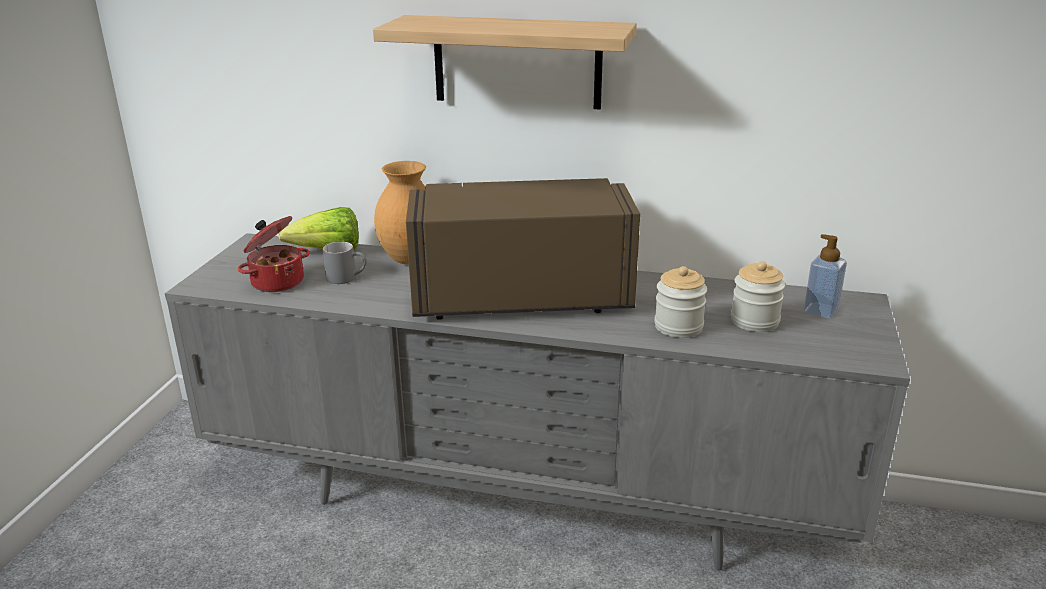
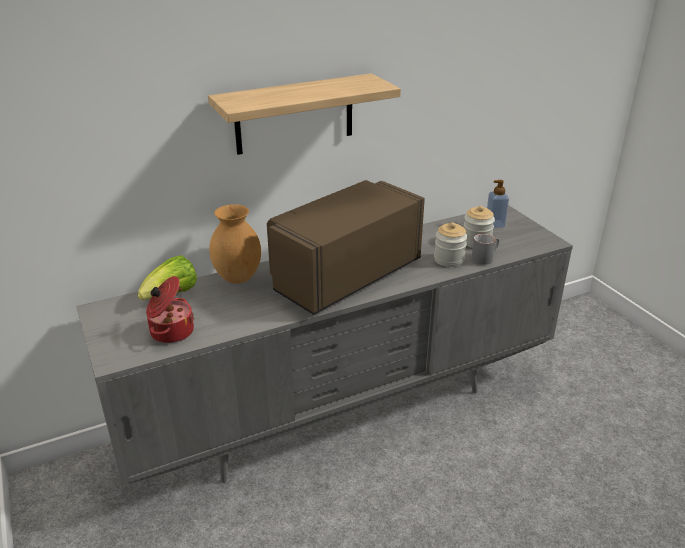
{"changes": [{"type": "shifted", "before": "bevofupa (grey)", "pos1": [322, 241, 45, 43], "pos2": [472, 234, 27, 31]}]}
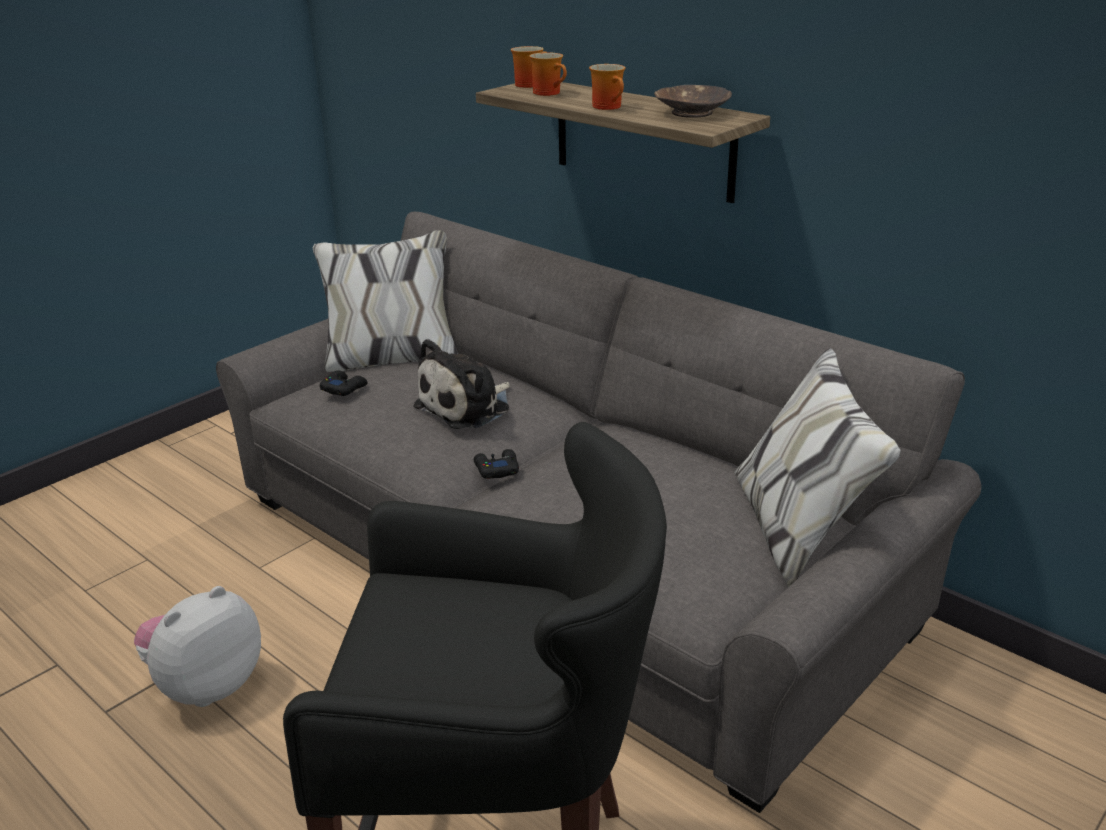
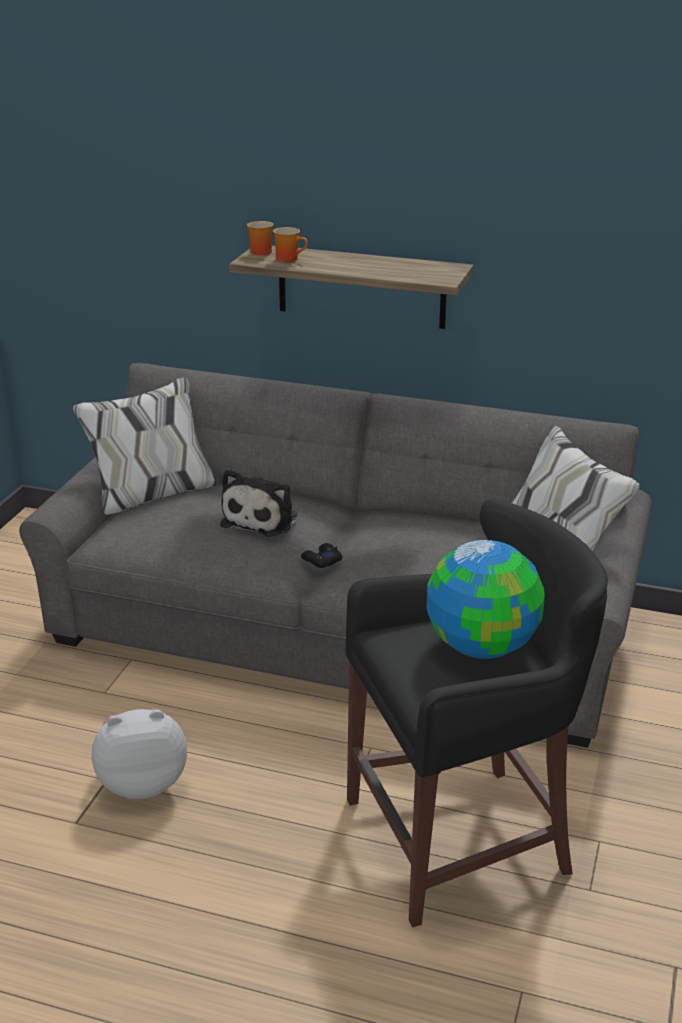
{"changes": [{"type": "rotated", "before": "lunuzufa", "pos1": [134, 586, 127, 121], "pos2": [92, 708, 95, 91], "turn": 60}, {"type": "gone", "before": "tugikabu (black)", "pos1": [320, 370, 48, 26]}, {"type": "gone", "before": "bevofupa", "pos1": [589, 64, 36, 46]}, {"type": "gone", "before": "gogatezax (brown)", "pos1": [654, 85, 78, 33]}, {"type": "new", "after": "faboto", "pos2": [427, 540, 118, 119]}]}
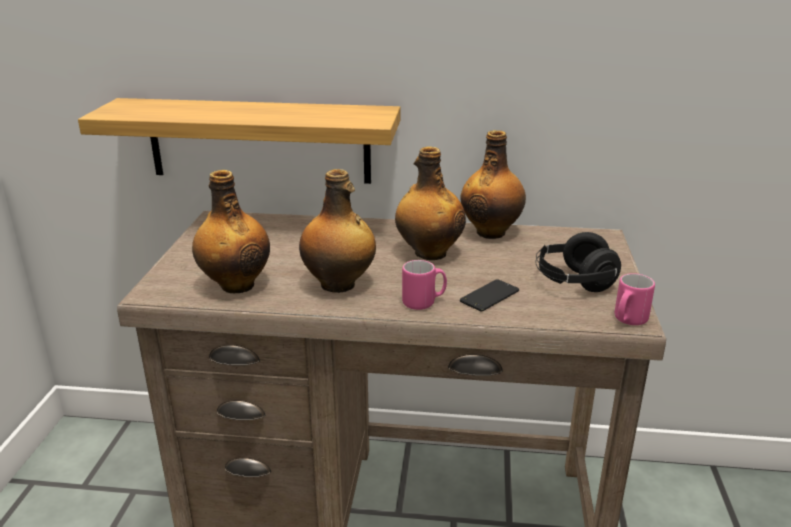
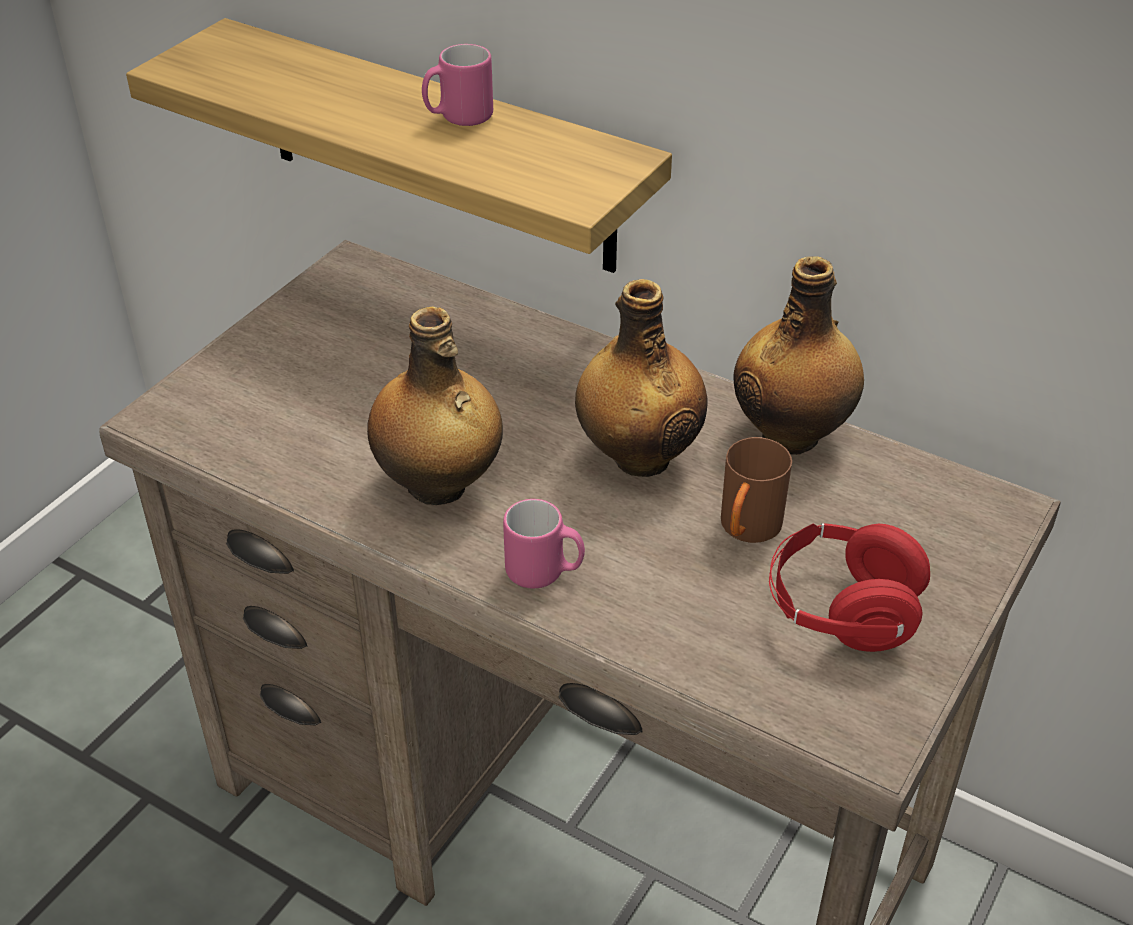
{"changes": [{"type": "gone", "before": "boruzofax", "pos1": [192, 170, 78, 123]}, {"type": "gone", "before": "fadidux", "pos1": [460, 279, 59, 33]}, {"type": "repainted", "before": "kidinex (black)", "after": "kidinex (red)", "pos1": [535, 232, 86, 60], "pos2": [769, 523, 161, 129]}, {"type": "shifted", "before": "bevofupa (pink)", "pos1": [614, 273, 41, 52], "pos2": [422, 44, 71, 82]}, {"type": "new", "after": "bevofupa (brown)", "pos2": [721, 437, 71, 106]}]}
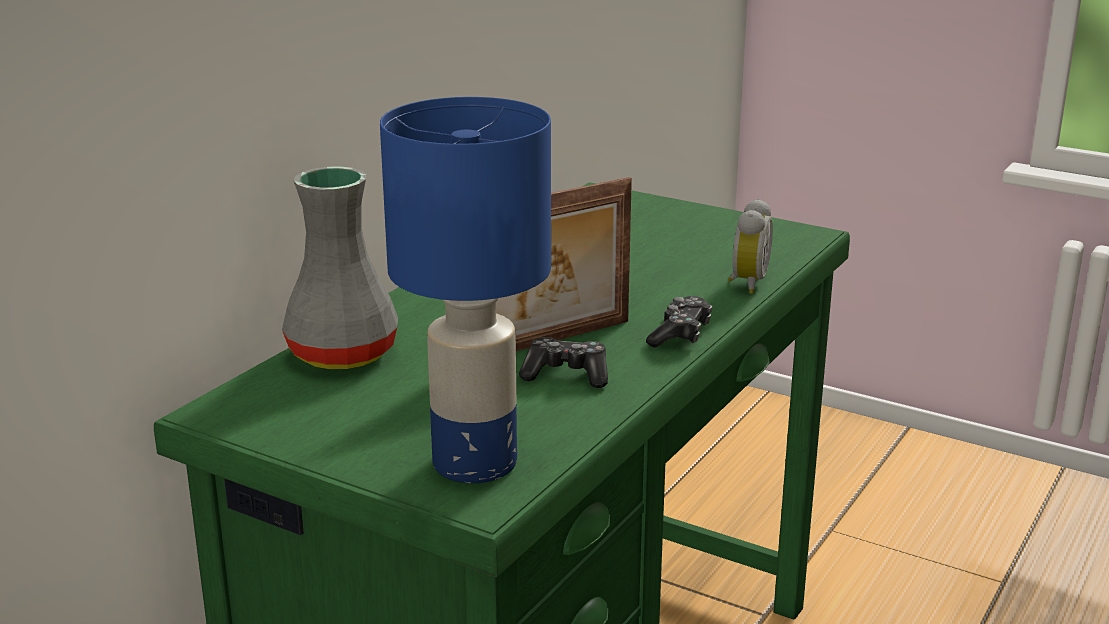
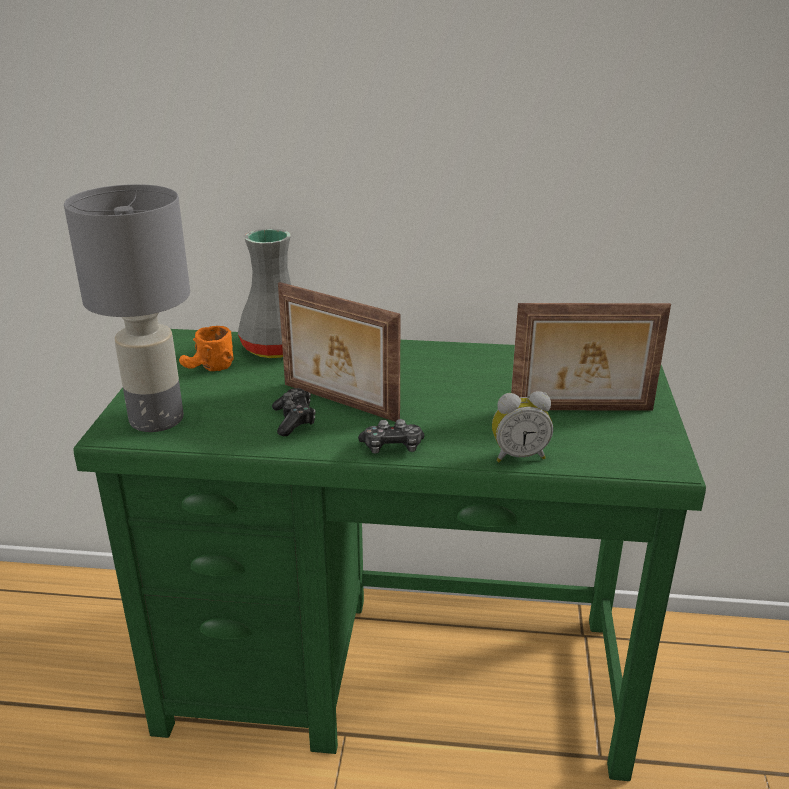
{"changes": [{"type": "repainted", "before": "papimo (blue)", "after": "papimo (grey)", "pos1": [380, 97, 171, 386], "pos2": [64, 184, 126, 248]}, {"type": "new", "after": "bevofupa (orange)", "pos2": [179, 326, 55, 45]}, {"type": "new", "after": "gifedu", "pos2": [511, 303, 160, 108]}]}
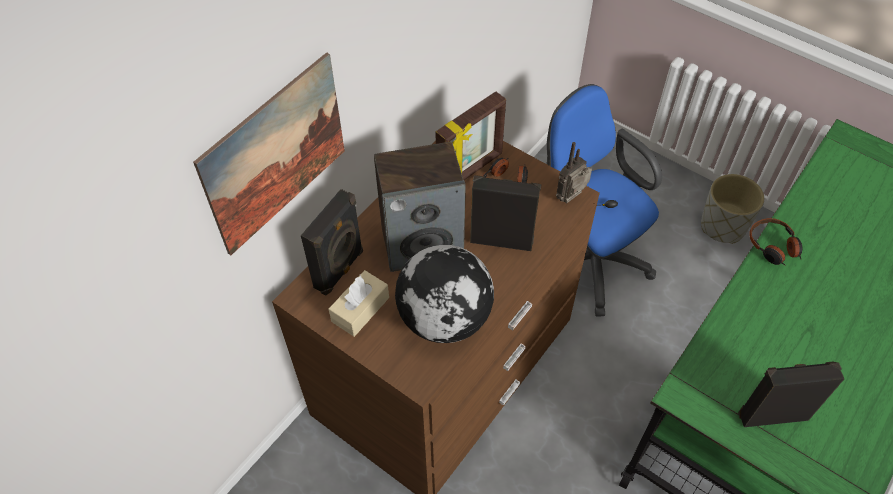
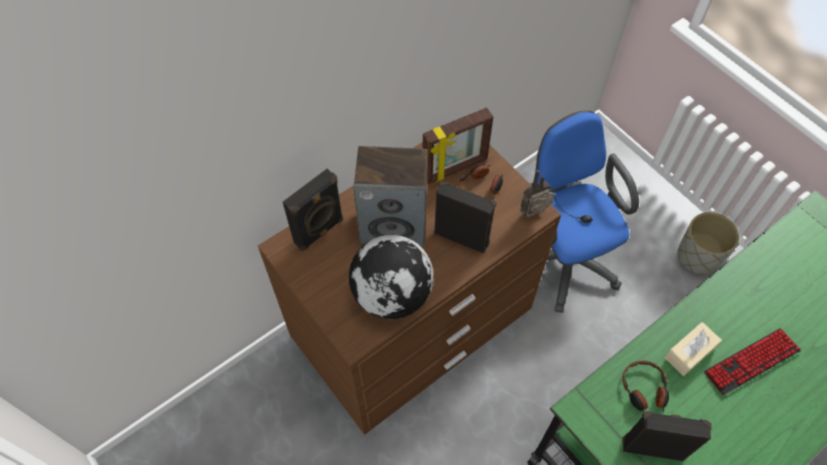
{"changes": [{"type": "gone", "before": "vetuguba", "pos1": [193, 52, 152, 203]}, {"type": "shifted", "before": "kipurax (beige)", "pos1": [329, 270, 60, 67], "pos2": [664, 322, 58, 54]}, {"type": "shifted", "before": "kidinex", "pos1": [749, 218, 53, 48], "pos2": [622, 361, 47, 52]}, {"type": "new", "after": "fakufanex", "pos2": [704, 328, 97, 67]}]}
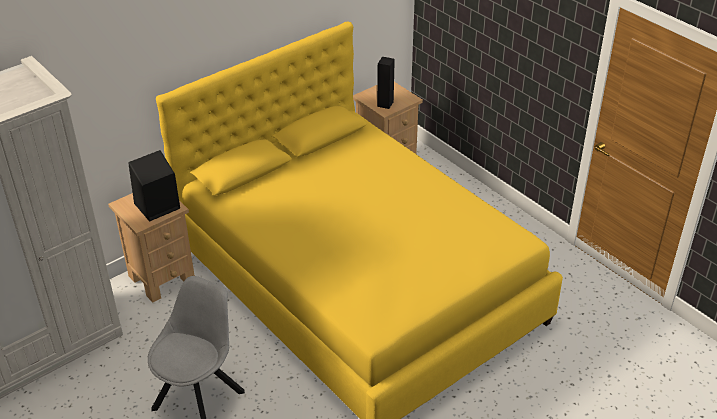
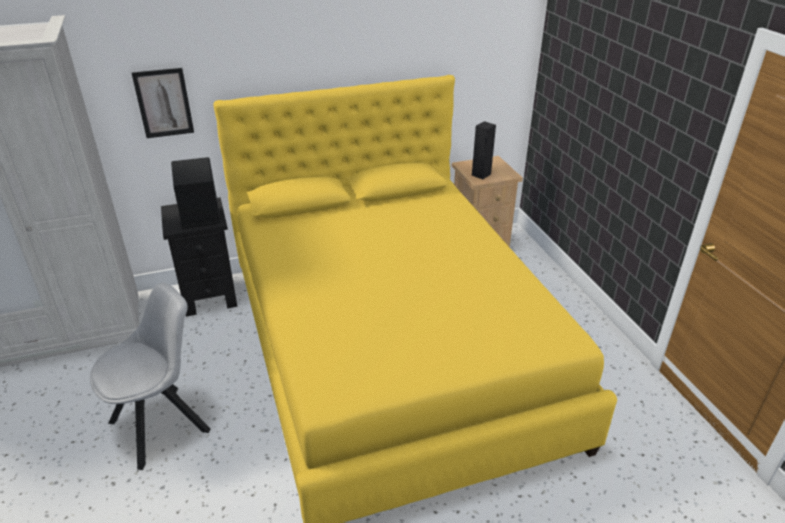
{"changes": [{"type": "repainted", "before": "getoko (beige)", "after": "getoko (black)", "pos1": [108, 193, 87, 110], "pos2": [161, 197, 77, 120]}, {"type": "new", "after": "vetuguba", "pos2": [132, 68, 62, 70]}]}
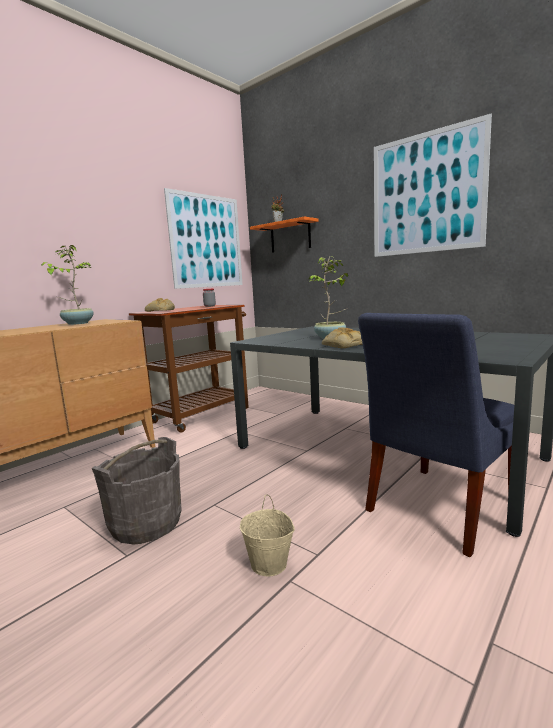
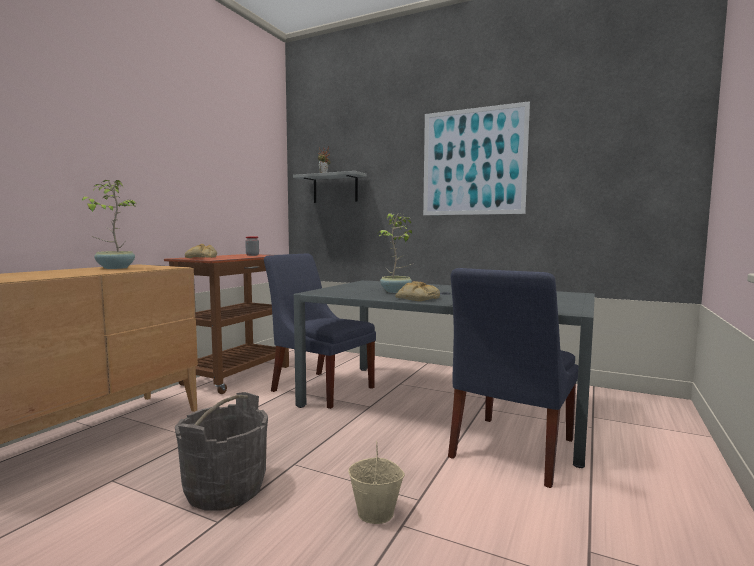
{"changes": [{"type": "gone", "before": "vetuguba", "pos1": [164, 188, 79, 101]}, {"type": "repainted", "before": "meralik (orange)", "after": "meralik (grey)", "pos1": [250, 217, 68, 36], "pos2": [293, 171, 74, 32]}, {"type": "new", "after": "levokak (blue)", "pos2": [264, 253, 112, 156]}]}
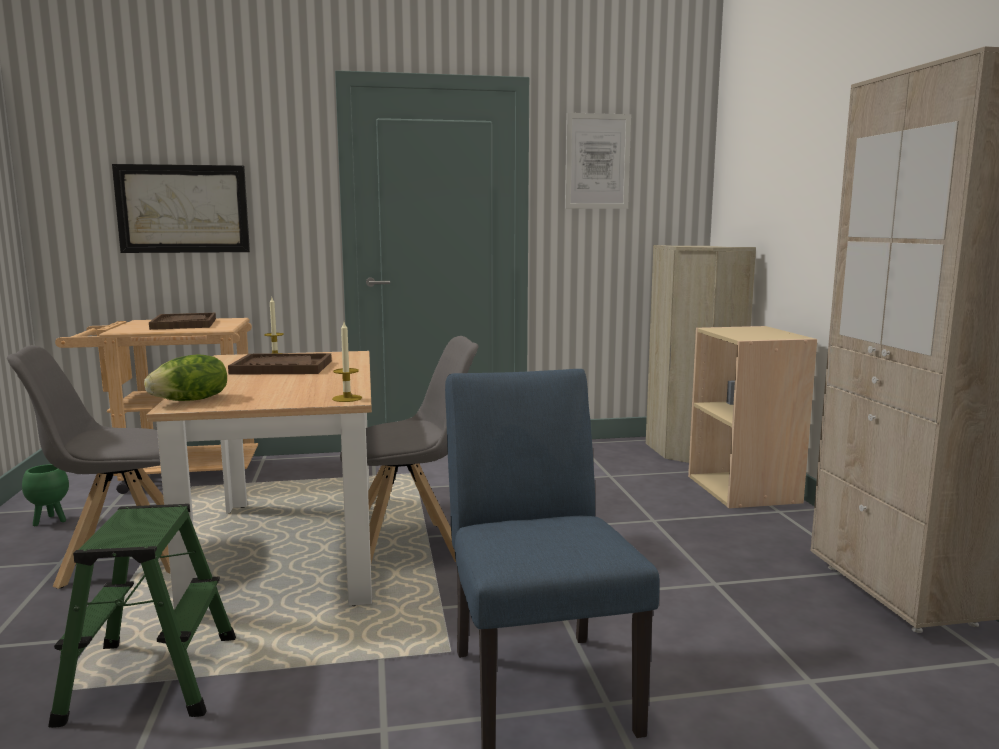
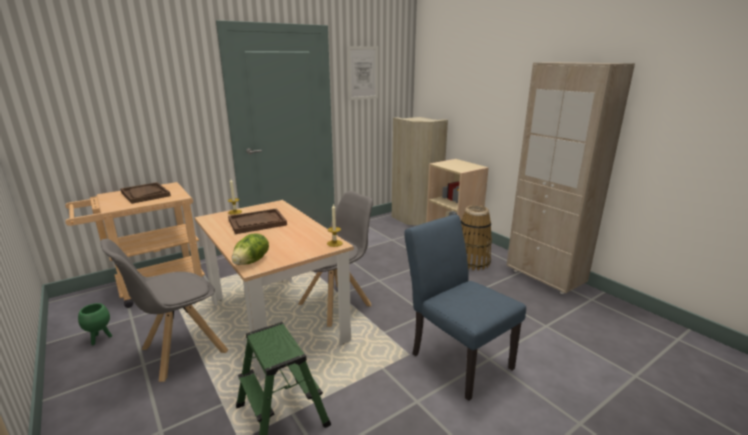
{"changes": [{"type": "gone", "before": "vetuguba", "pos1": [112, 164, 138, 89]}, {"type": "new", "after": "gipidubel", "pos2": [461, 205, 31, 66]}]}
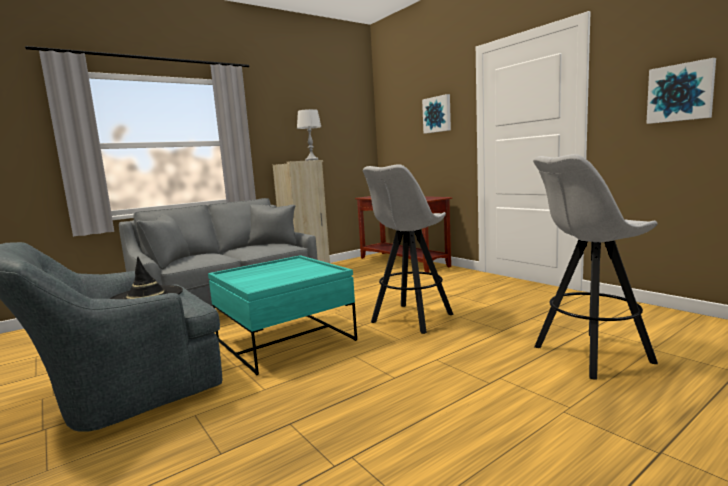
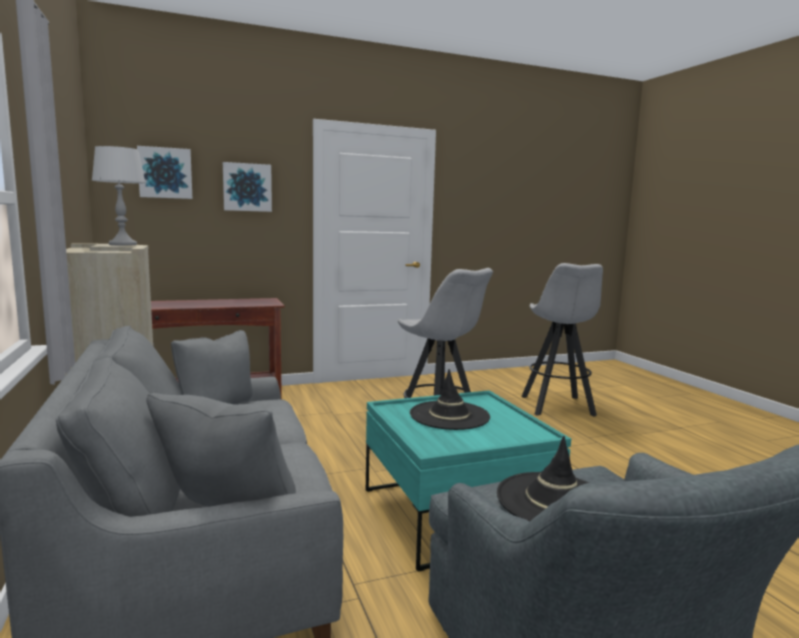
{"changes": [{"type": "shifted", "before": "vetuguba", "pos1": [646, 58, 70, 66], "pos2": [137, 146, 55, 53]}, {"type": "new", "after": "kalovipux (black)", "pos2": [410, 369, 80, 61]}]}
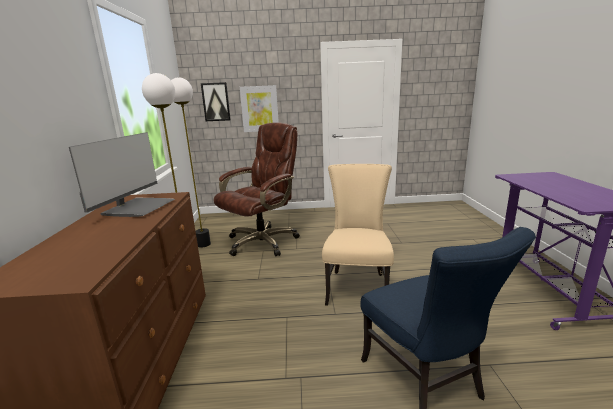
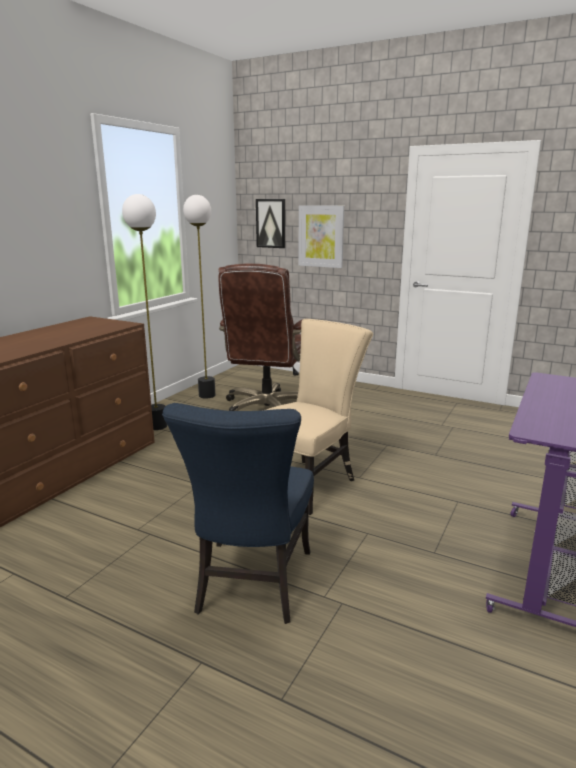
{"changes": [{"type": "gone", "before": "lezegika", "pos1": [69, 132, 106, 85]}, {"type": "rotated", "before": "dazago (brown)", "pos1": [214, 122, 86, 134], "pos2": [219, 263, 84, 148], "turn": 120}]}
